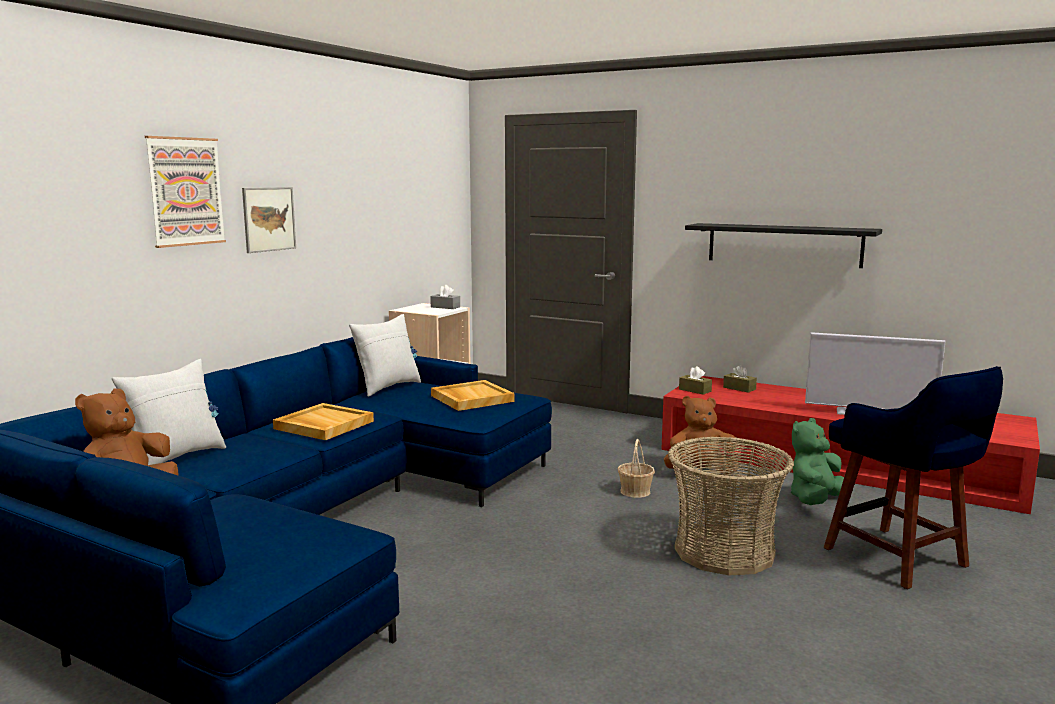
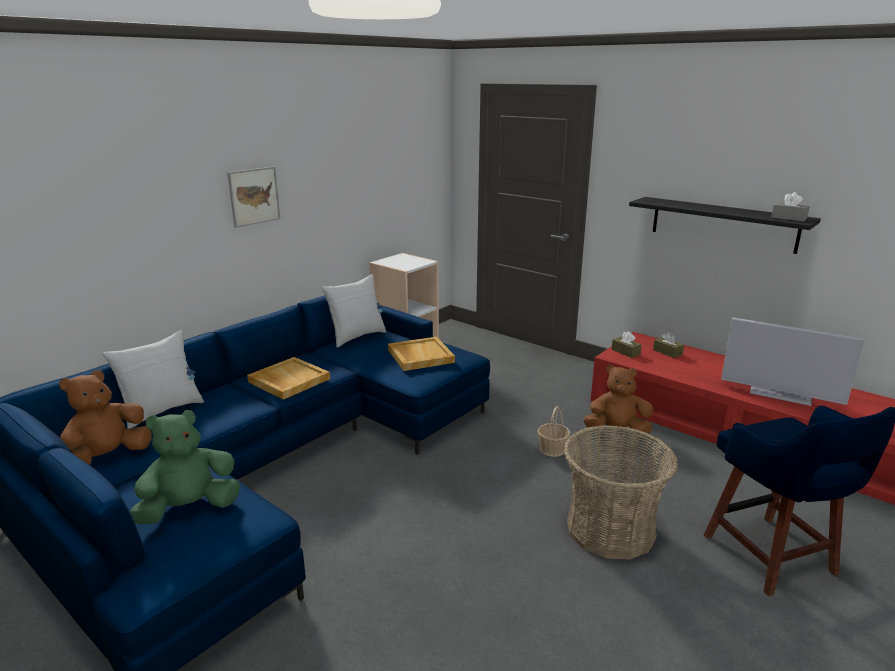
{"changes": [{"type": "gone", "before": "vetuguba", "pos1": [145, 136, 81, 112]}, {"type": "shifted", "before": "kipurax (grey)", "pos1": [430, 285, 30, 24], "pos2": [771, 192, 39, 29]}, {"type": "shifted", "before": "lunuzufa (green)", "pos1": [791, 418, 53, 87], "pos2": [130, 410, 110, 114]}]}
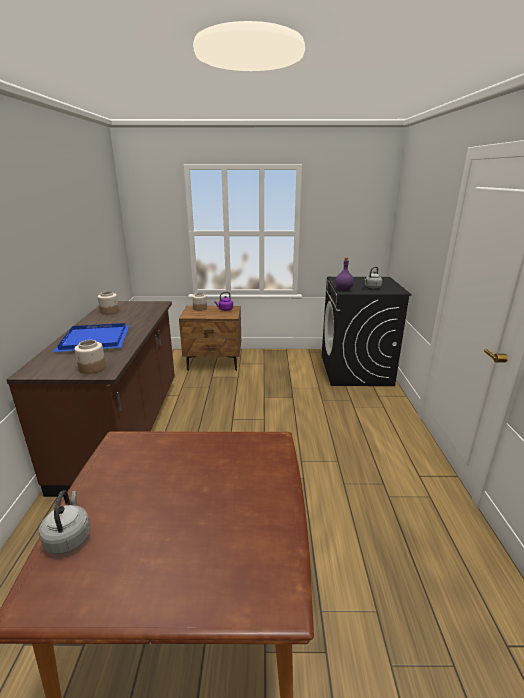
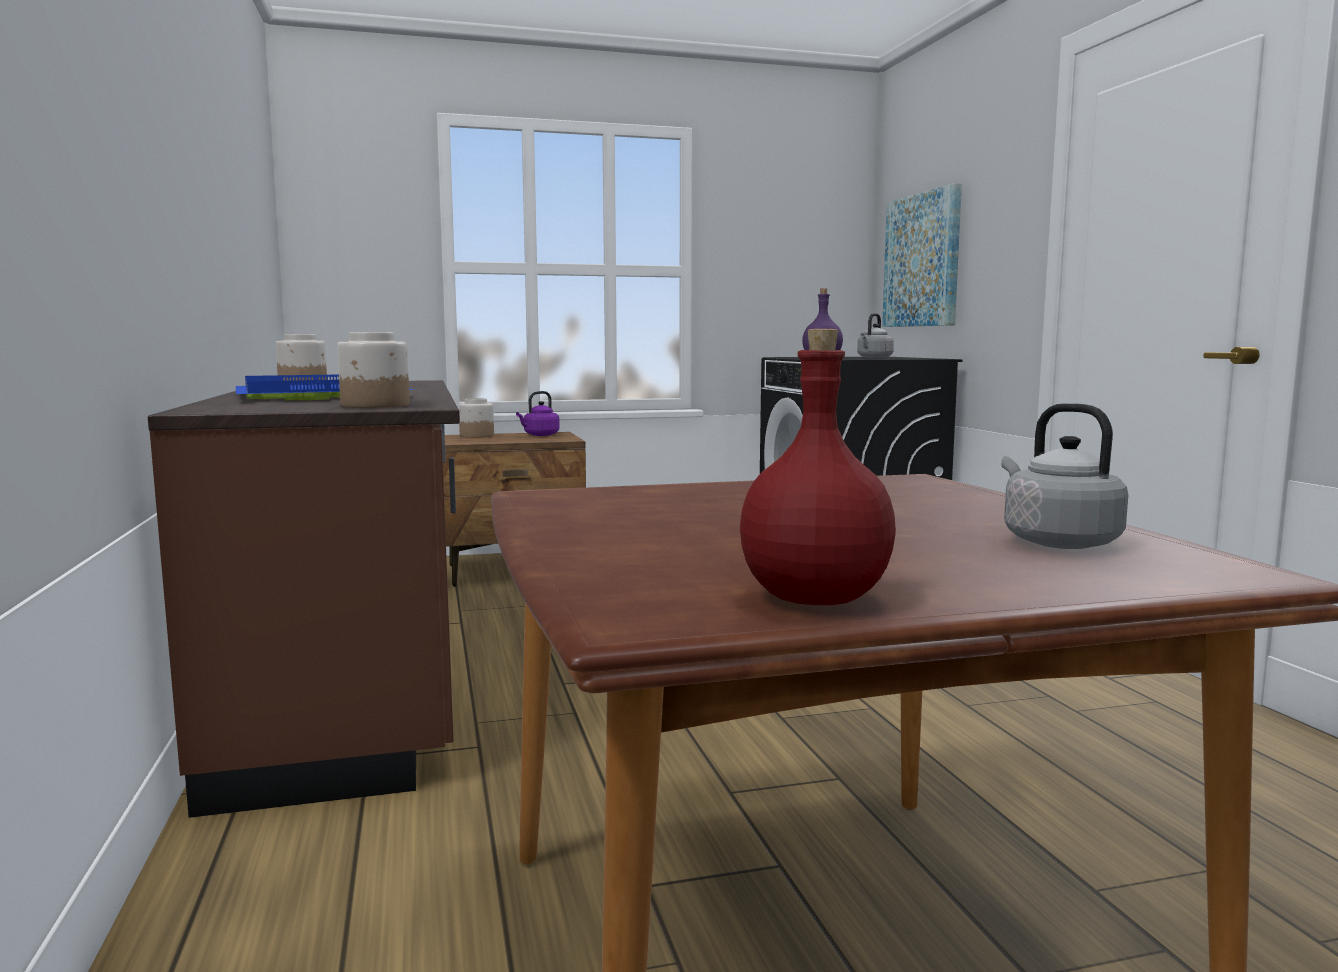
{"changes": [{"type": "shifted", "before": "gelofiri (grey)", "pos1": [39, 490, 52, 65], "pos2": [1001, 403, 127, 146]}, {"type": "new", "after": "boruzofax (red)", "pos2": [740, 329, 156, 276]}, {"type": "new", "after": "vetuguba", "pos2": [882, 183, 80, 144]}]}
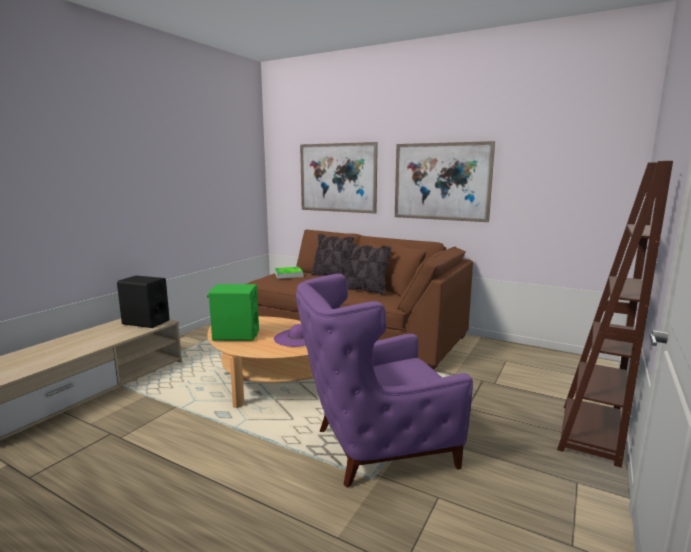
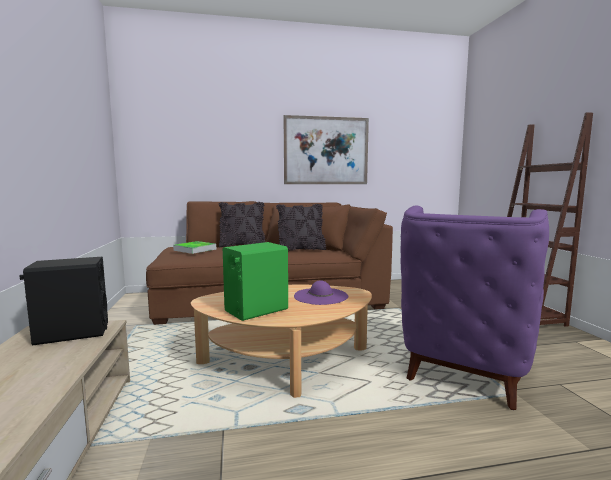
{"changes": [{"type": "gone", "before": "vetuguba", "pos1": [300, 142, 78, 72]}]}
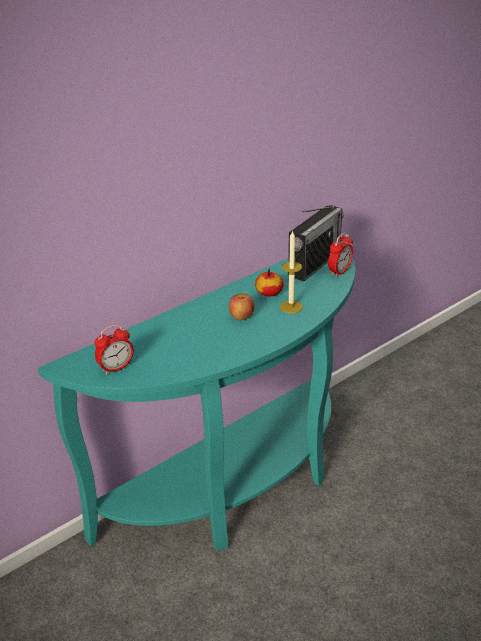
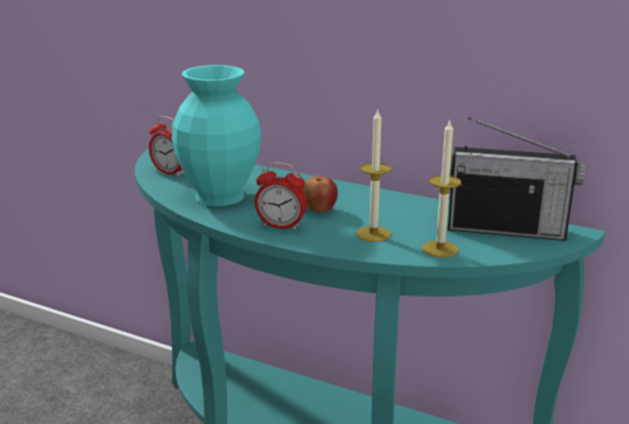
{"changes": [{"type": "gone", "before": "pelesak", "pos1": [255, 268, 29, 29]}, {"type": "shifted", "before": "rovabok", "pos1": [328, 232, 25, 46], "pos2": [255, 162, 52, 69]}, {"type": "new", "after": "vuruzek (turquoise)", "pos2": [172, 65, 89, 141]}, {"type": "new", "after": "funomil", "pos2": [422, 119, 39, 139]}]}
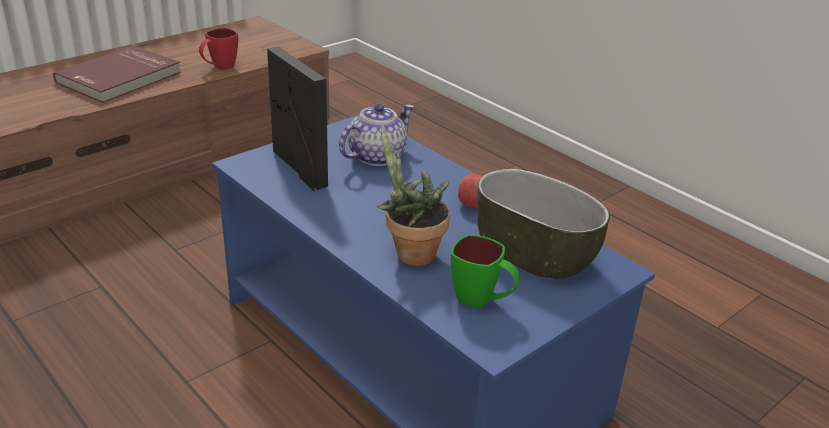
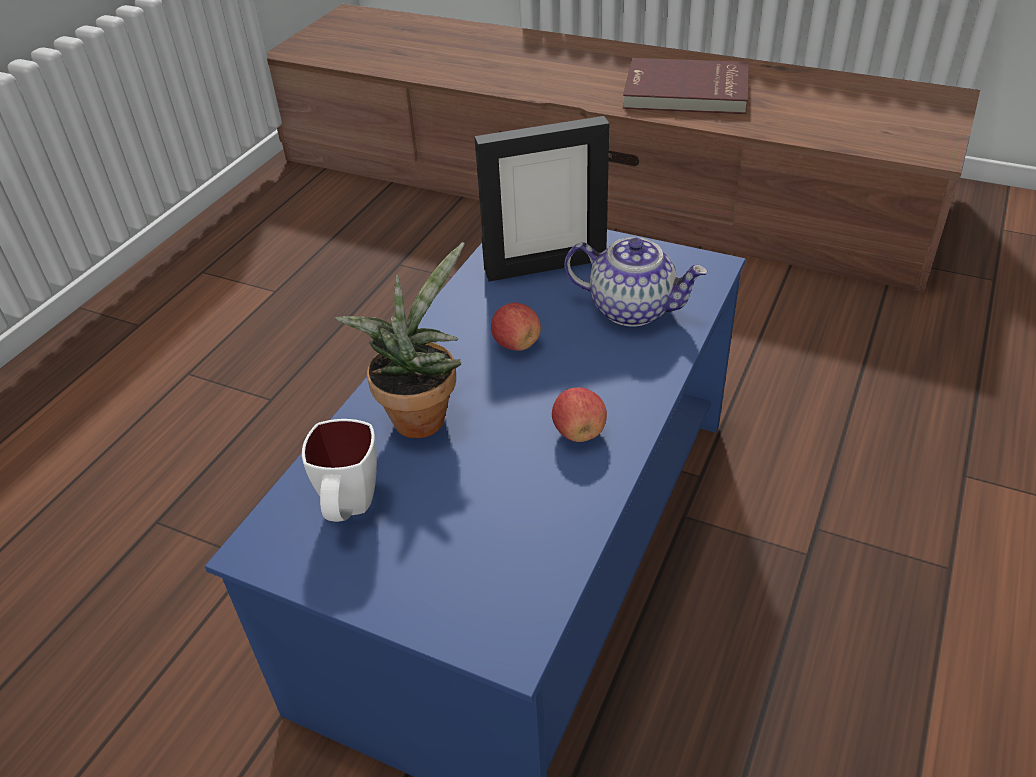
{"changes": [{"type": "gone", "before": "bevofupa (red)", "pos1": [199, 28, 39, 42]}, {"type": "rotated", "before": "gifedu", "pos1": [267, 46, 61, 145], "pos2": [474, 116, 135, 166], "turn": 45}, {"type": "repainted", "before": "bevofupa (green)", "after": "bevofupa (white)", "pos1": [451, 235, 69, 73], "pos2": [302, 419, 75, 103]}, {"type": "gone", "before": "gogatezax", "pos1": [477, 169, 133, 110]}, {"type": "new", "after": "pelesak", "pos2": [491, 303, 50, 48]}]}
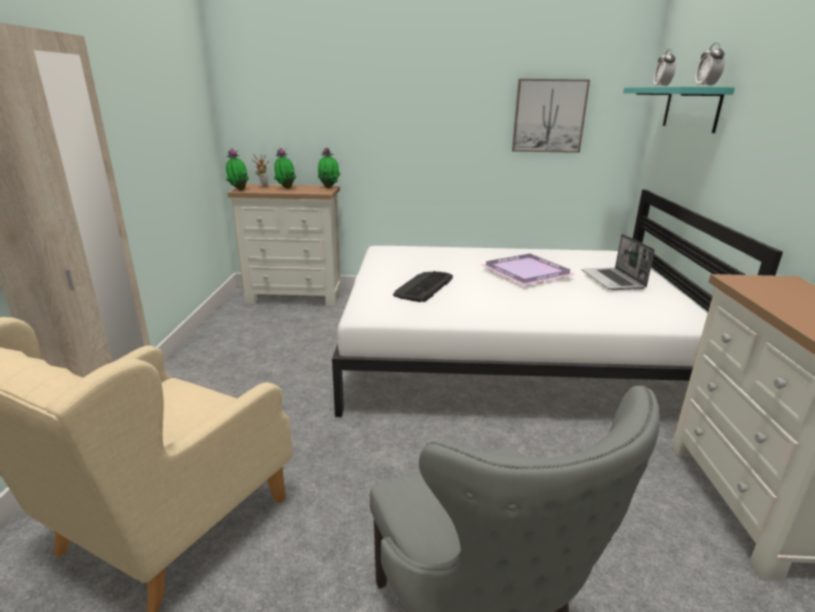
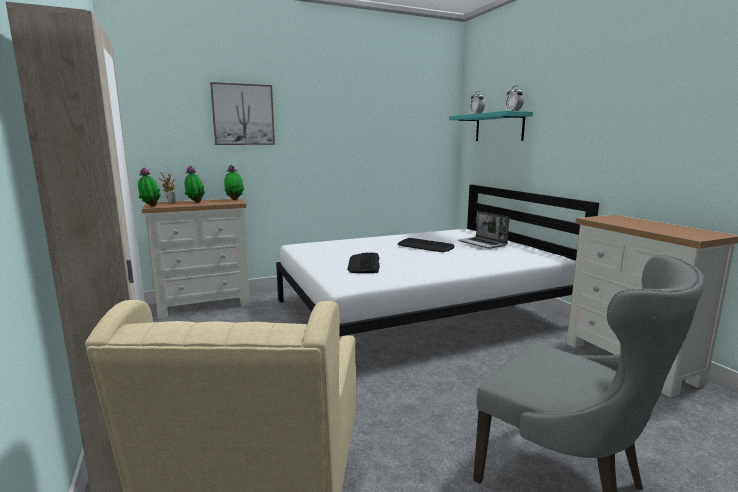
{"changes": [{"type": "swapped", "before": "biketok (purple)", "after": "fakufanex", "pos1": [482, 254, 94, 32], "pos2": [398, 238, 57, 14]}, {"type": "shifted", "before": "vetuguba", "pos1": [512, 79, 78, 74], "pos2": [210, 82, 65, 63]}]}
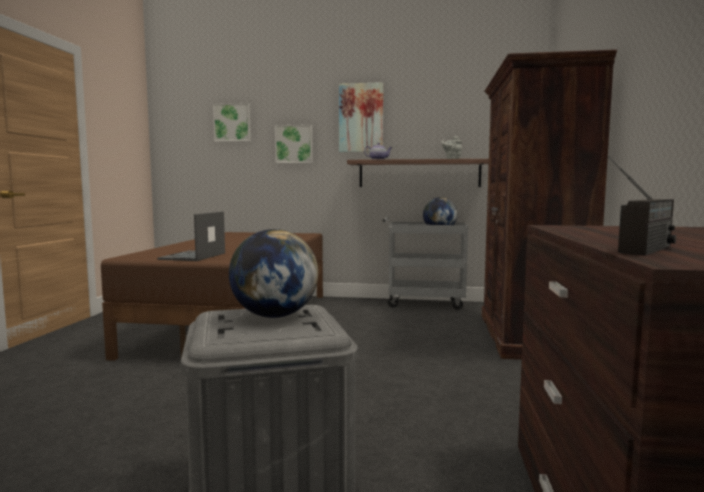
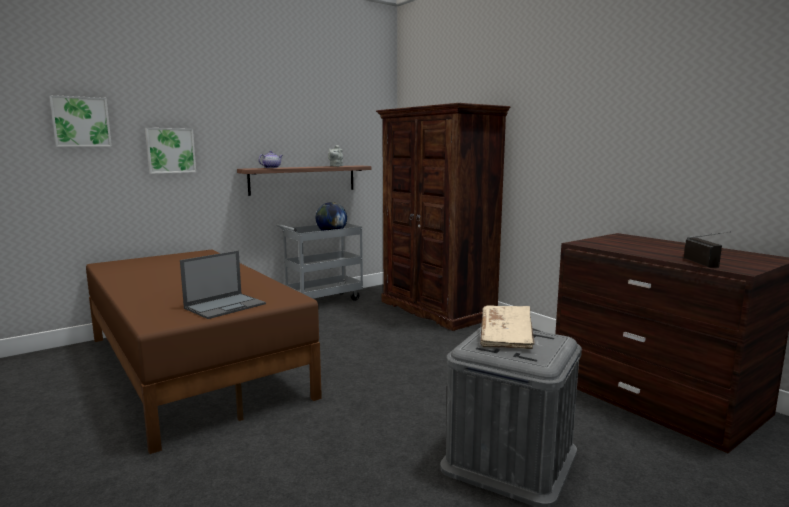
{"changes": [{"type": "rotated", "before": "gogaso", "pos1": [157, 212, 68, 49], "pos2": [180, 251, 86, 68], "turn": -105}, {"type": "swapped", "before": "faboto", "after": "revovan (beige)", "pos1": [229, 229, 89, 89], "pos2": [480, 305, 55, 44]}, {"type": "gone", "before": "vetuguba", "pos1": [339, 82, 44, 70]}]}
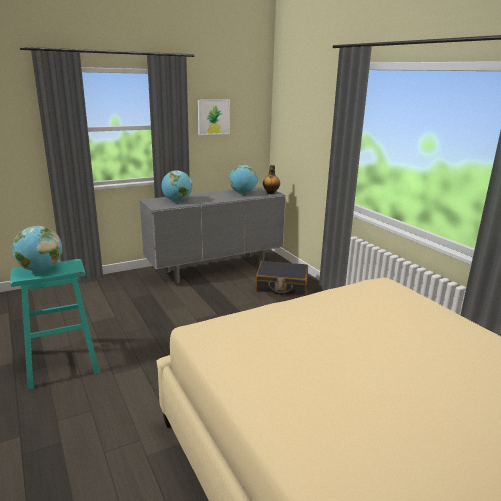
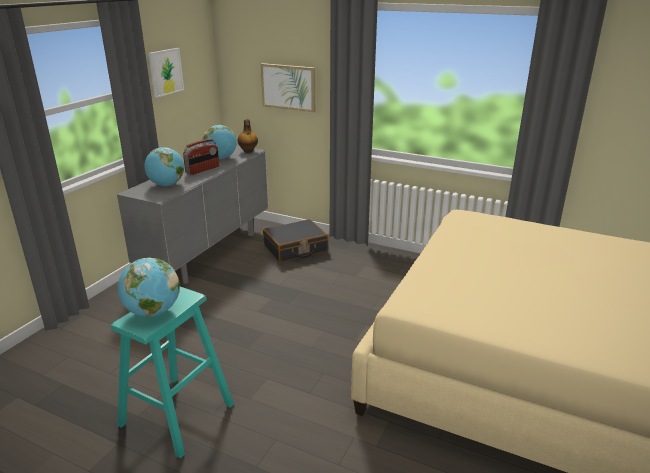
{"changes": [{"type": "new", "after": "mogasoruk", "pos2": [183, 139, 36, 36]}, {"type": "new", "after": "vetuguba", "pos2": [261, 63, 54, 49]}]}
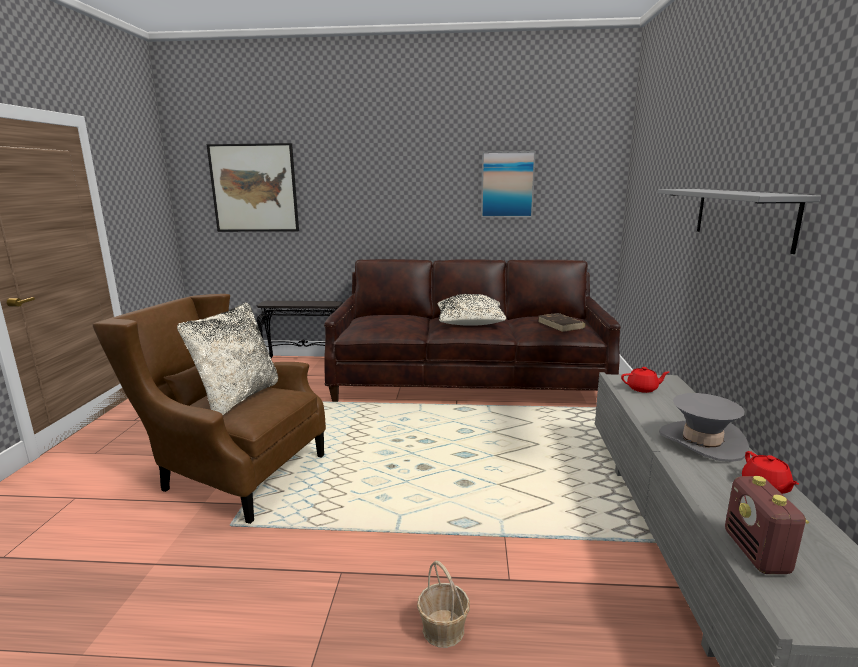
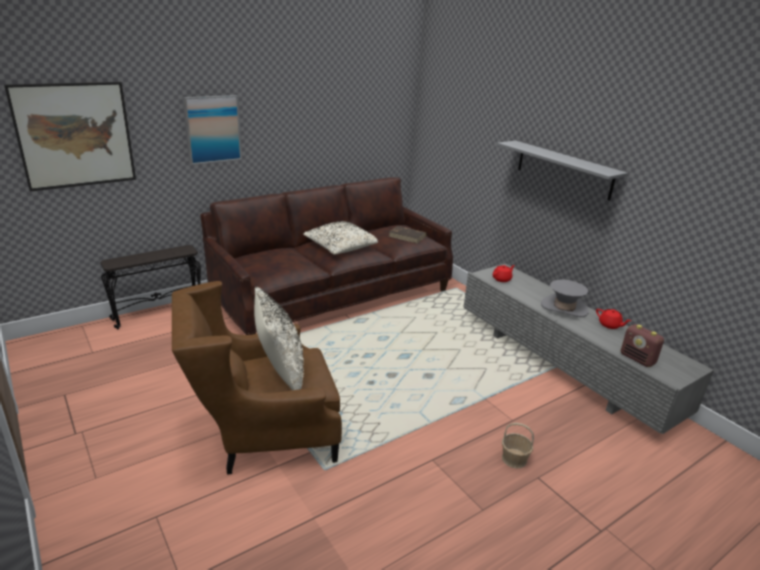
{"changes": [{"type": "shifted", "before": "vetuguba", "pos1": [481, 151, 55, 67], "pos2": [184, 95, 58, 70]}]}
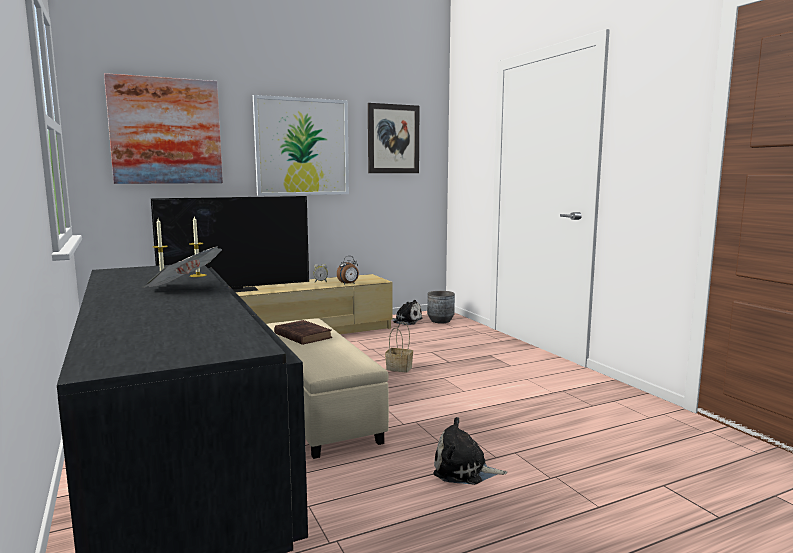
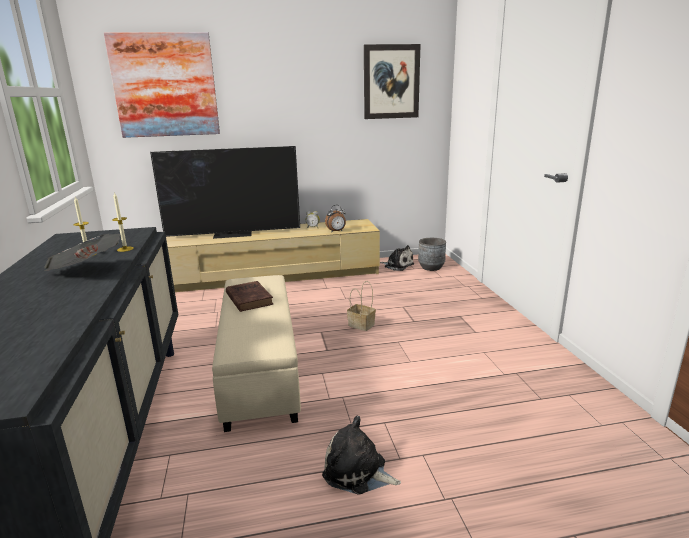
{"changes": [{"type": "gone", "before": "vetuguba", "pos1": [253, 95, 96, 101]}]}
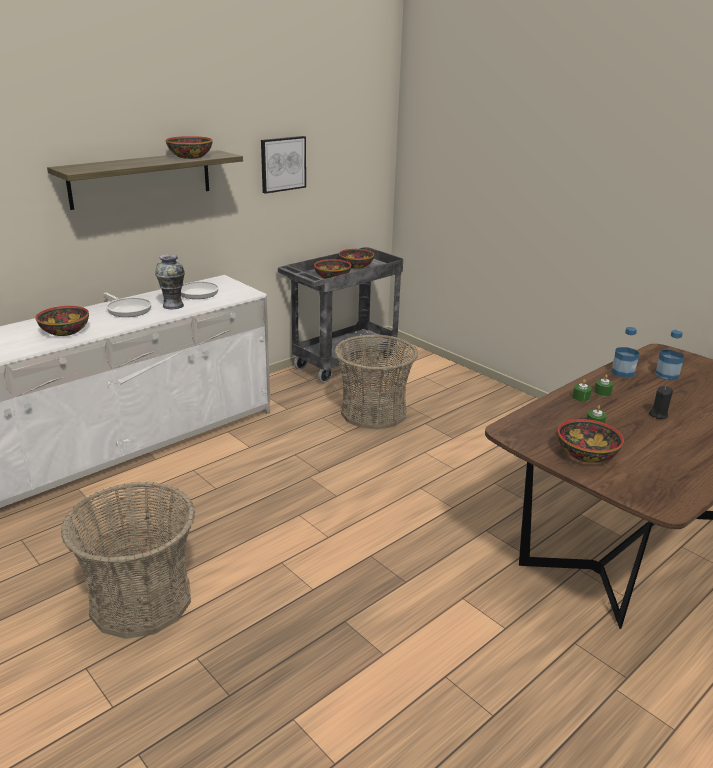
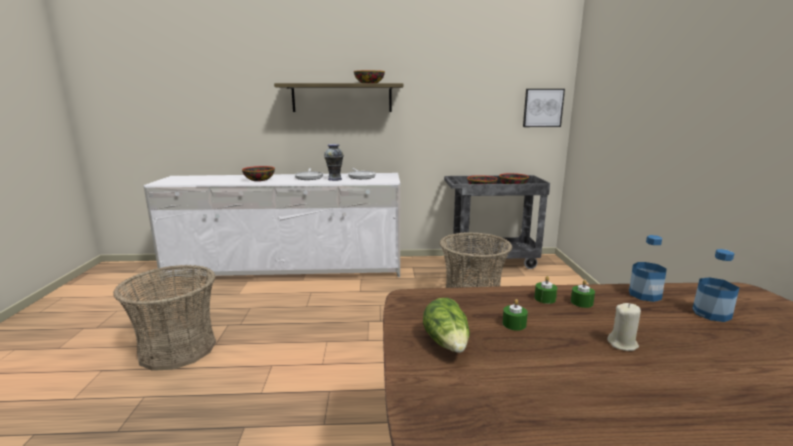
{"changes": [{"type": "shifted", "before": "vetuguba", "pos1": [261, 136, 45, 58], "pos2": [523, 89, 42, 38]}, {"type": "swapped", "before": "gogatezax", "after": "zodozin", "pos1": [558, 419, 66, 44], "pos2": [423, 298, 47, 55]}, {"type": "repainted", "before": "funomil (black)", "after": "funomil (beige)", "pos1": [649, 386, 24, 33], "pos2": [607, 303, 34, 48]}]}
